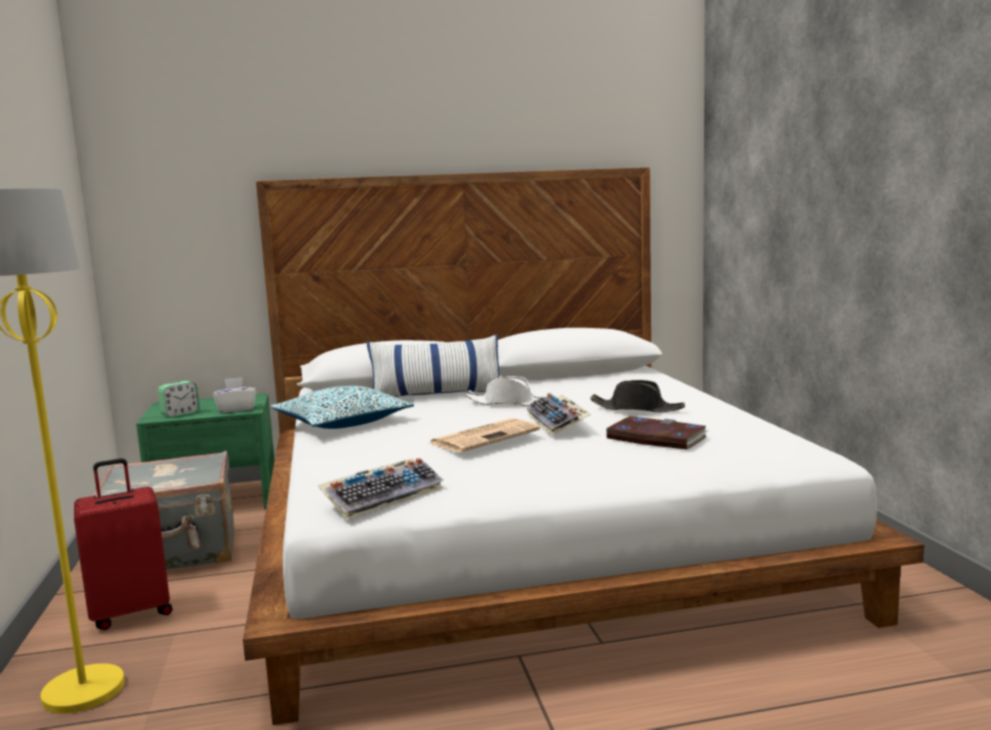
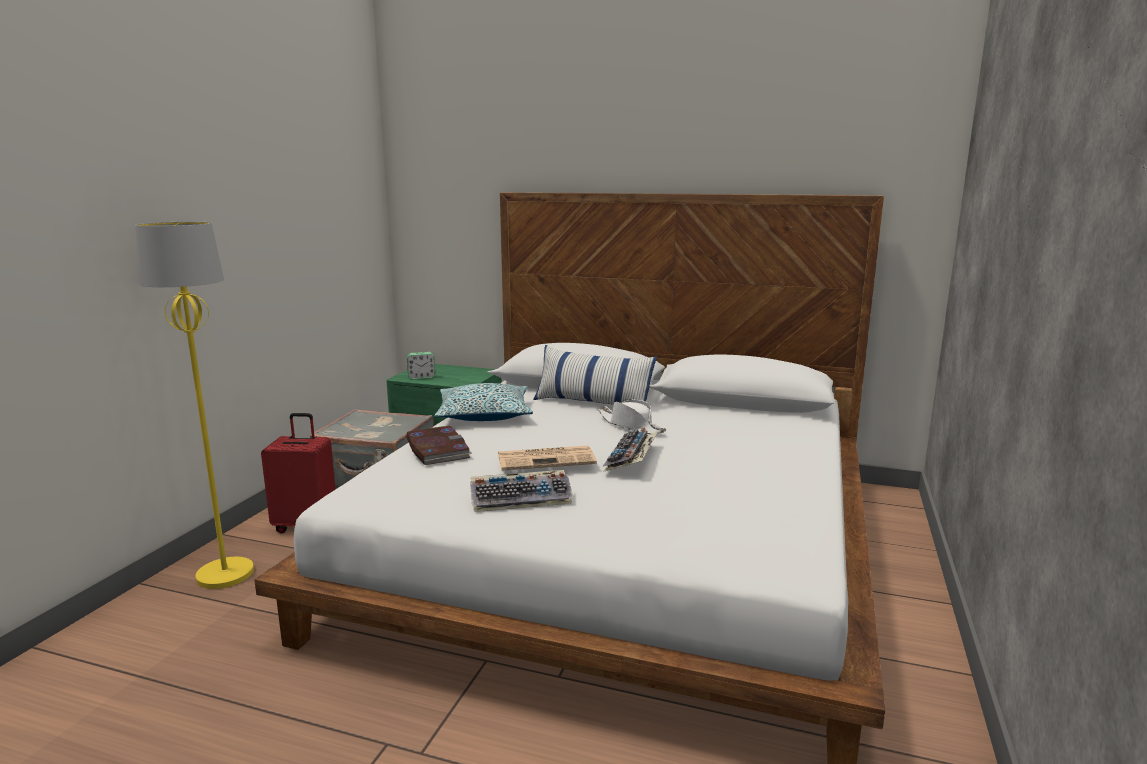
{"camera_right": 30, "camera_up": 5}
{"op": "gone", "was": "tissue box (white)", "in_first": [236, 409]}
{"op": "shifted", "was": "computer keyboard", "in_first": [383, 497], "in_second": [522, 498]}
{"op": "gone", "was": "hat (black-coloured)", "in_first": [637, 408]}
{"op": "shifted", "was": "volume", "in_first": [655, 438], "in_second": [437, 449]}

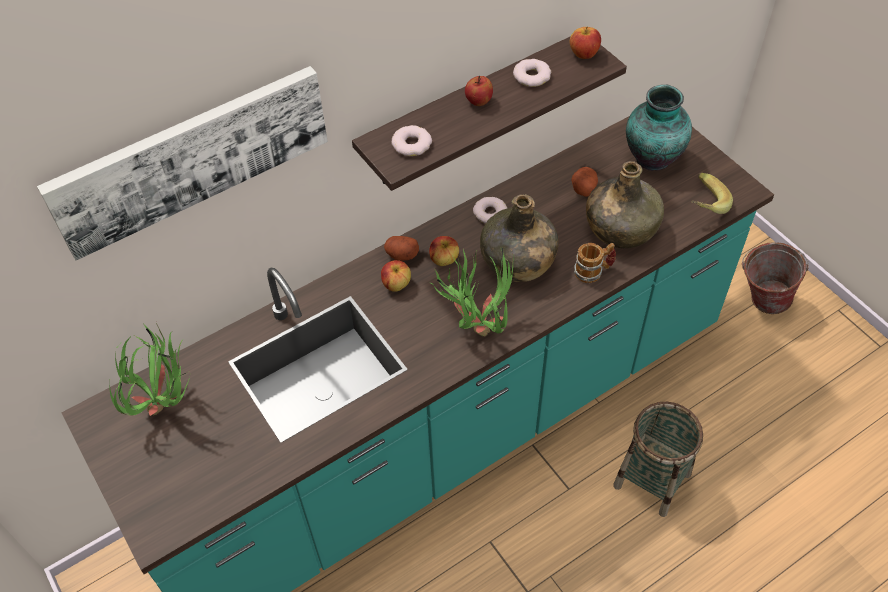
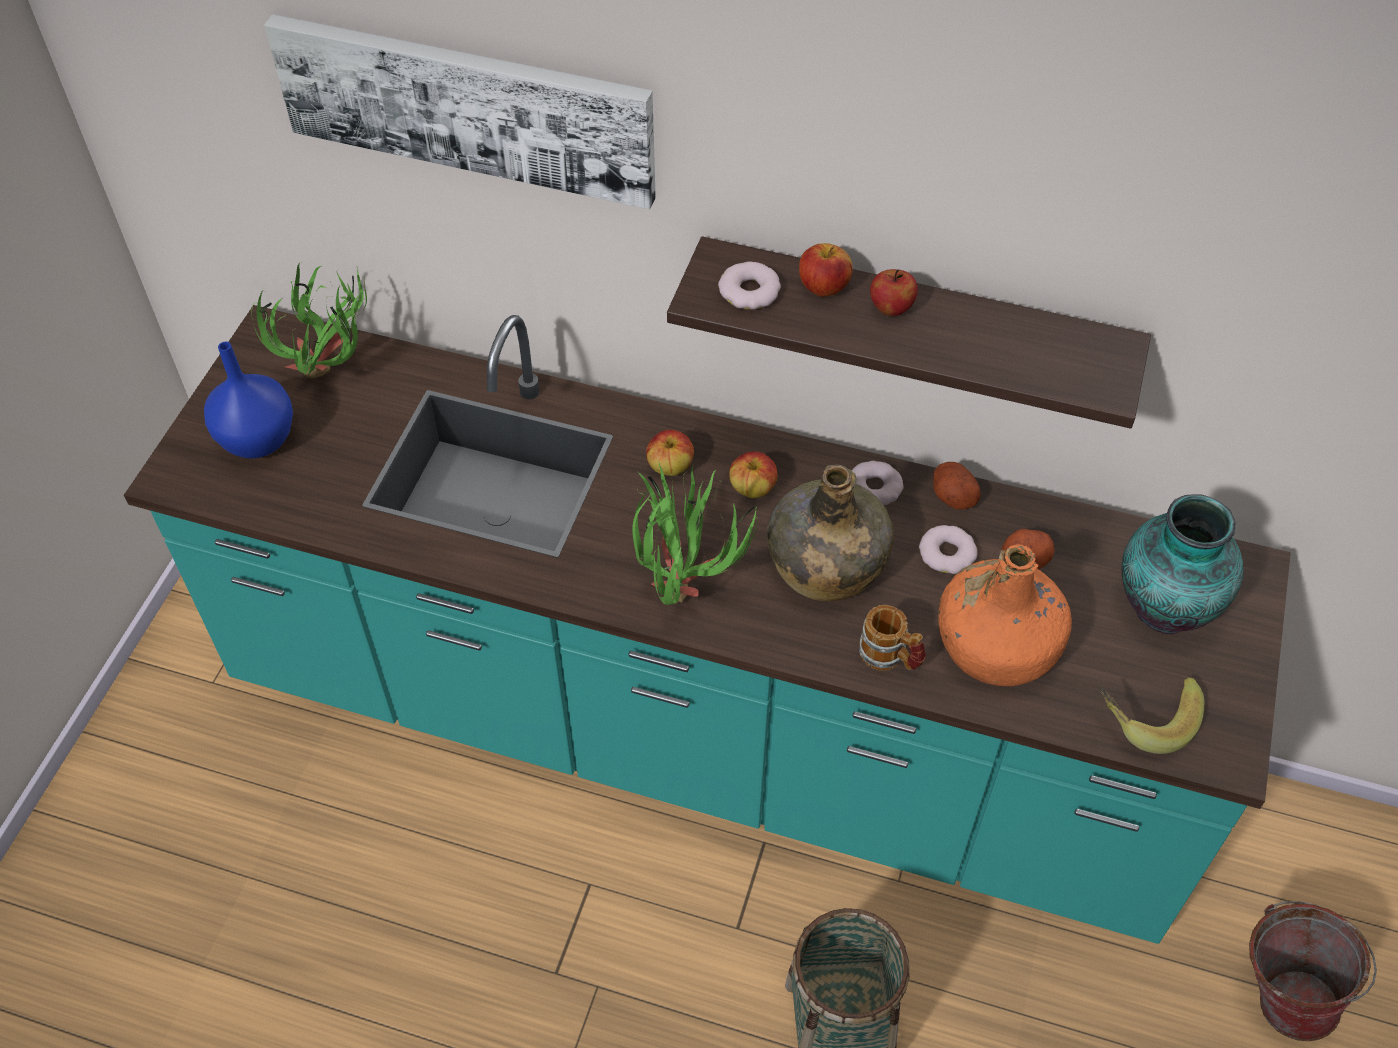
{"camera_right": 50, "camera_up": 0}
{"op": "shifted", "was": "whole potato", "in_first": [401, 254], "in_second": [952, 495]}
{"op": "shifted", "was": "donut", "in_first": [532, 76], "in_second": [947, 553]}
{"op": "shifted", "was": "whole apple", "in_first": [584, 54], "in_second": [823, 287]}
{"op": "repainted", "was": "beverage bottle (green-coloured)", "now": "beverage bottle (orange)", "in_first": [621, 228], "in_second": [997, 644]}
{"op": "new", "now": "decorative vase (blue-coloured)", "in_second": [260, 440]}

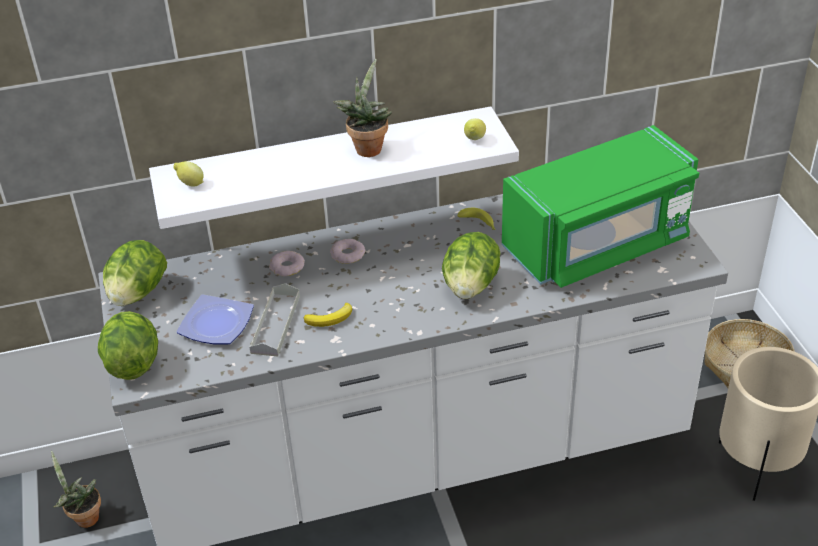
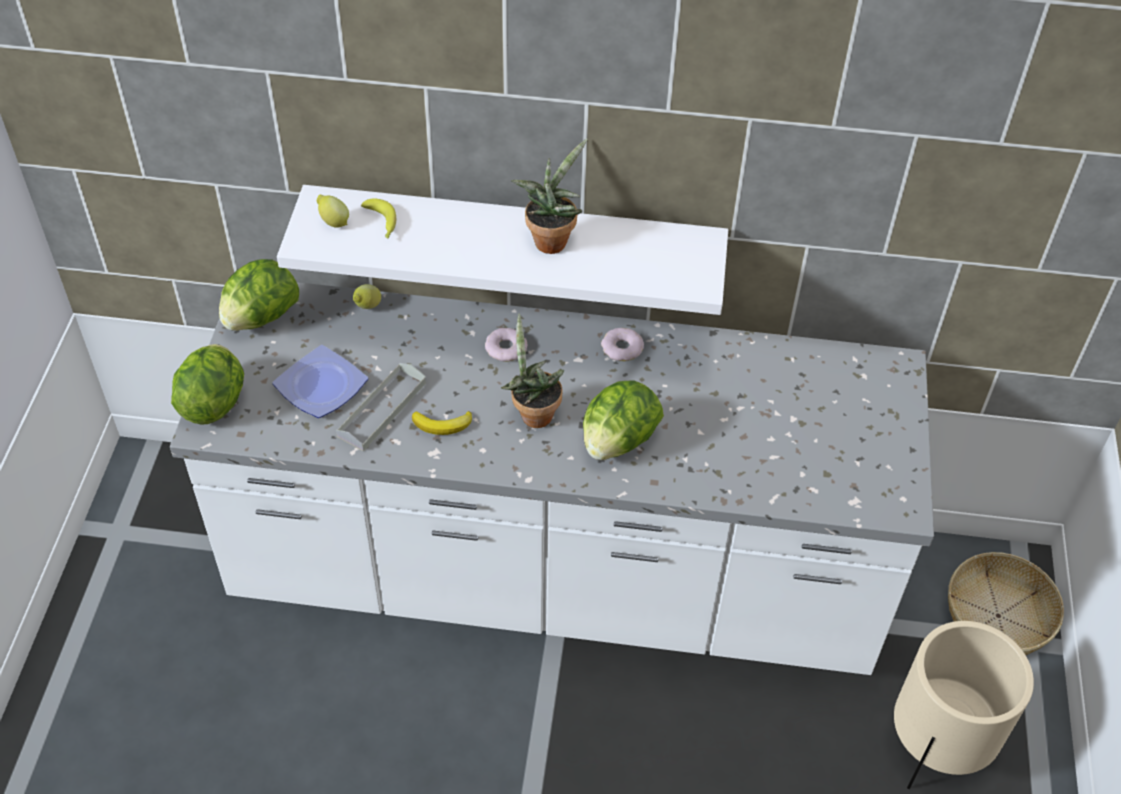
{"camera_right": 20, "camera_up": 10}
{"op": "shifted", "was": "plant in a pot", "in_first": [84, 517], "in_second": [533, 413]}
{"op": "shifted", "was": "donut", "in_first": [287, 267], "in_second": [622, 348]}
{"op": "shifted", "was": "banana fruit", "in_first": [479, 223], "in_second": [381, 223]}
{"op": "shifted", "was": "lemon", "in_first": [474, 140], "in_second": [367, 307]}
{"op": "gone", "was": "microwave (green-coloured)", "in_first": [598, 244]}

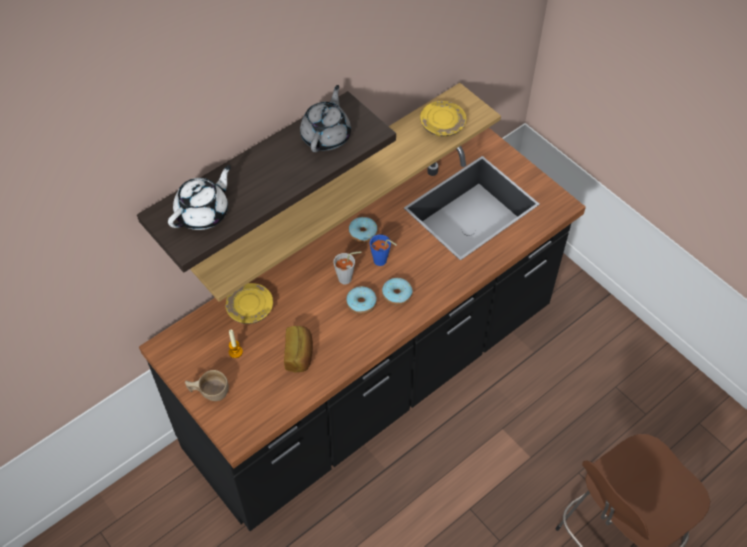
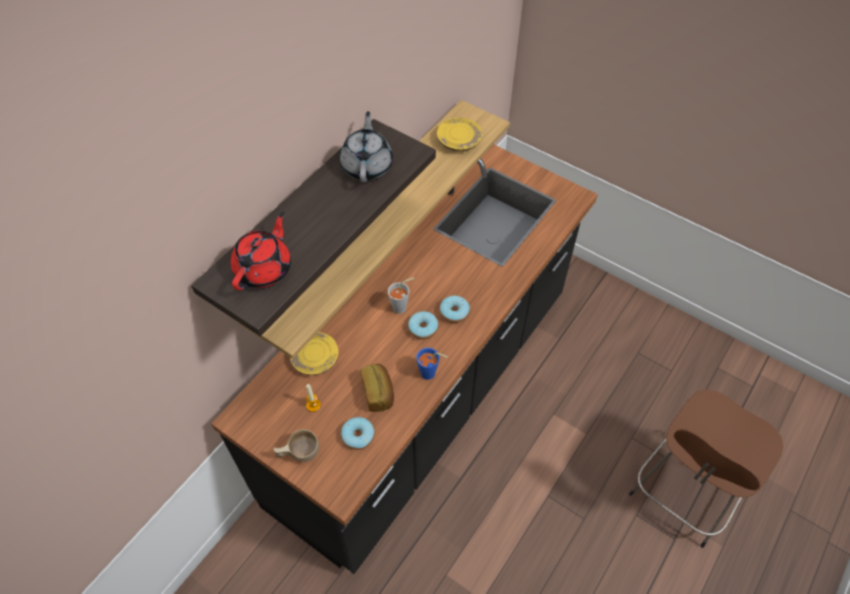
{"camera_right": -15, "camera_up": 0}
{"op": "repainted", "was": "pot for tea (white)", "now": "pot for tea (red)", "in_first": [203, 213], "in_second": [264, 269]}
{"op": "shifted", "was": "donut", "in_first": [363, 233], "in_second": [358, 436]}
{"op": "shifted", "was": "small cup (blue-coloured)", "in_first": [382, 262], "in_second": [431, 374]}

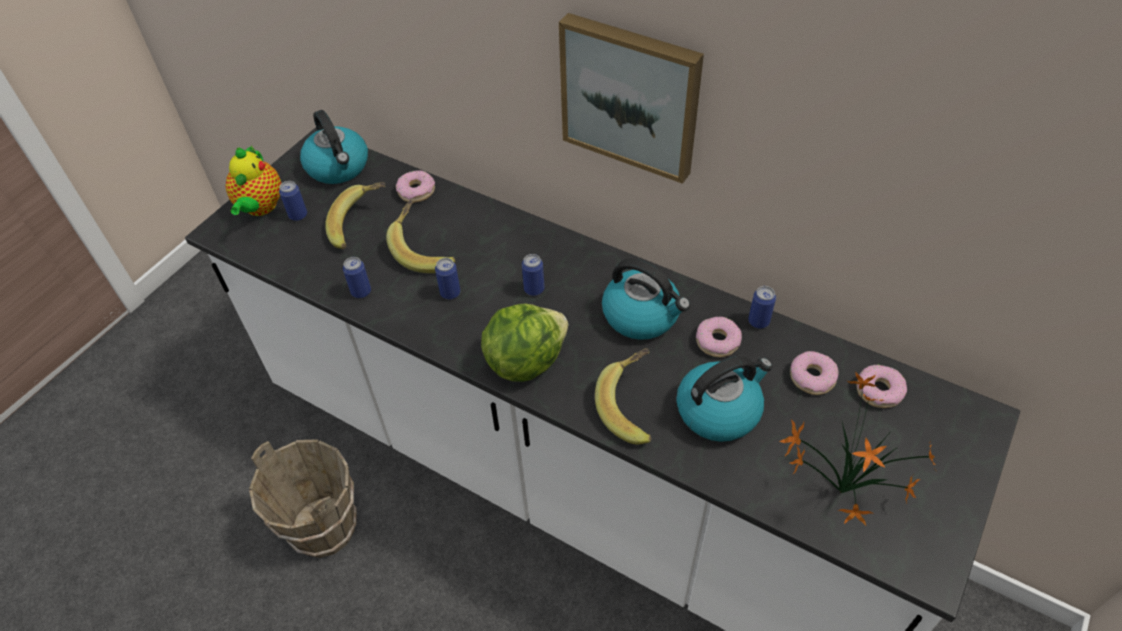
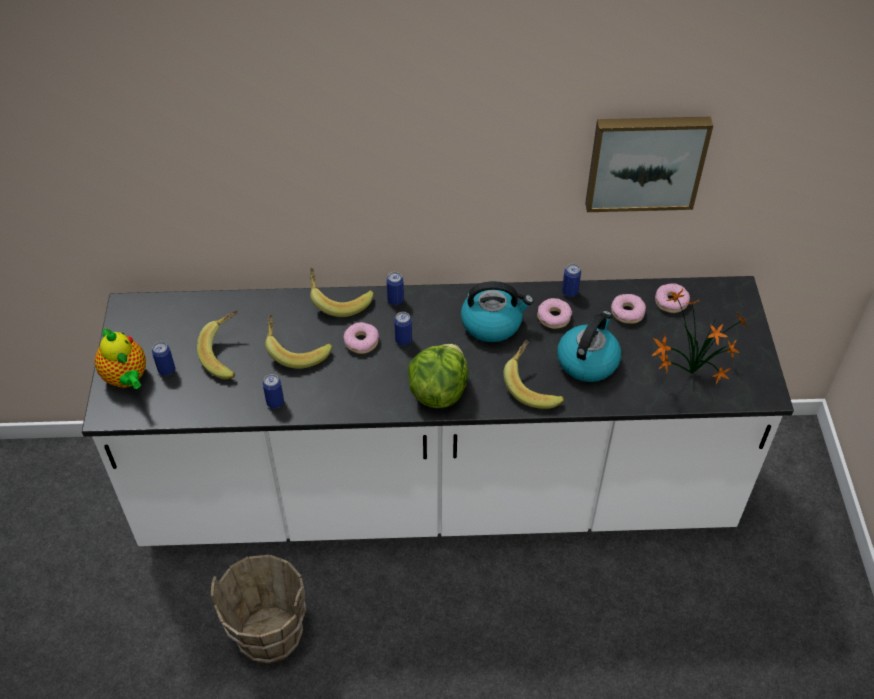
{"camera_right": -35, "camera_up": 0}
{"op": "gone", "was": "tea kettle", "in_first": [338, 167]}
{"op": "shifted", "was": "donut", "in_first": [416, 191], "in_second": [361, 342]}
{"op": "shifted", "was": "sealed can", "in_first": [450, 293], "in_second": [395, 300]}
{"op": "shifted", "was": "wall picture", "in_first": [631, 96], "in_second": [645, 161]}
{"op": "new", "now": "banana fruit", "in_second": [339, 300]}

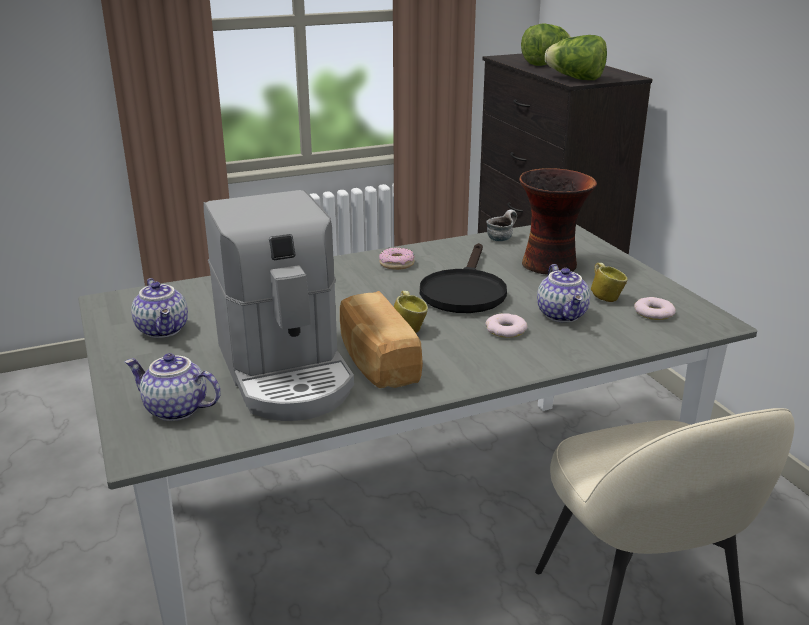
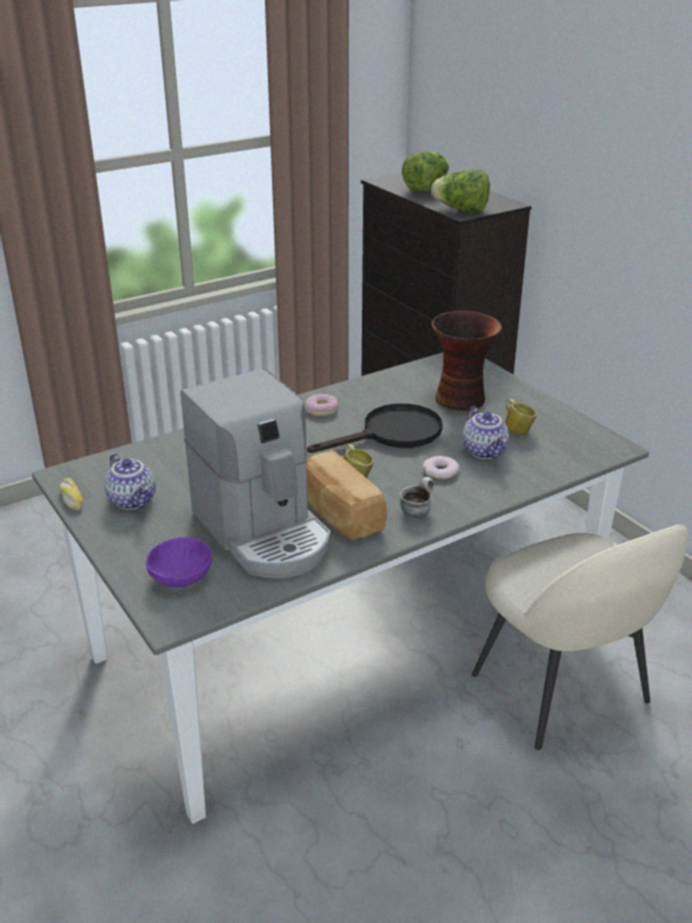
{"camera_right": -10, "camera_up": 5}
{"op": "swapped", "was": "pot for tea", "now": "bowl (purple-coloured)", "in_first": [174, 410], "in_second": [181, 578]}
{"op": "rotated", "was": "frying pan (black-coloured)", "in_first": [464, 291], "in_second": [392, 434], "clockwise": -120}
{"op": "shifted", "was": "mug", "in_first": [501, 238], "in_second": [417, 511]}
{"op": "gone", "was": "donut", "in_first": [653, 313]}
{"op": "new", "now": "bakery bread", "in_second": [71, 498]}

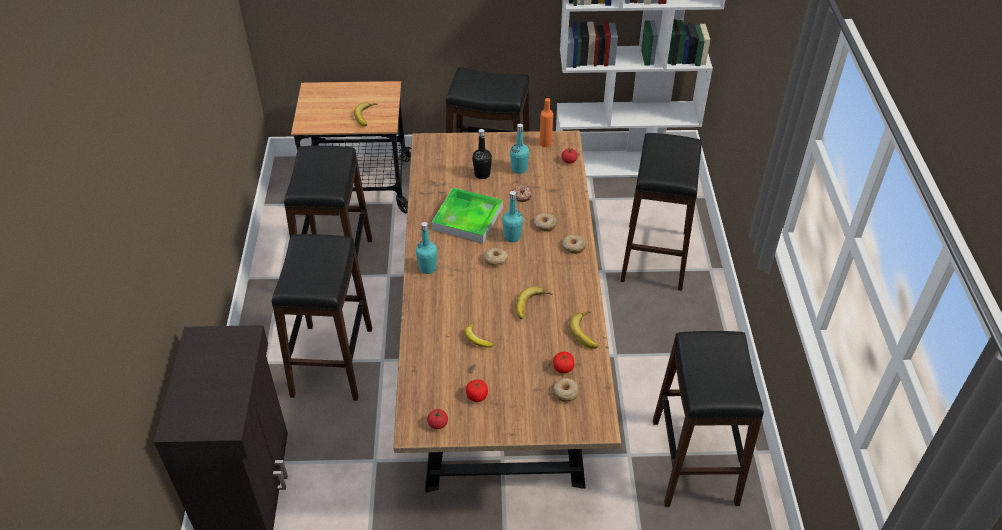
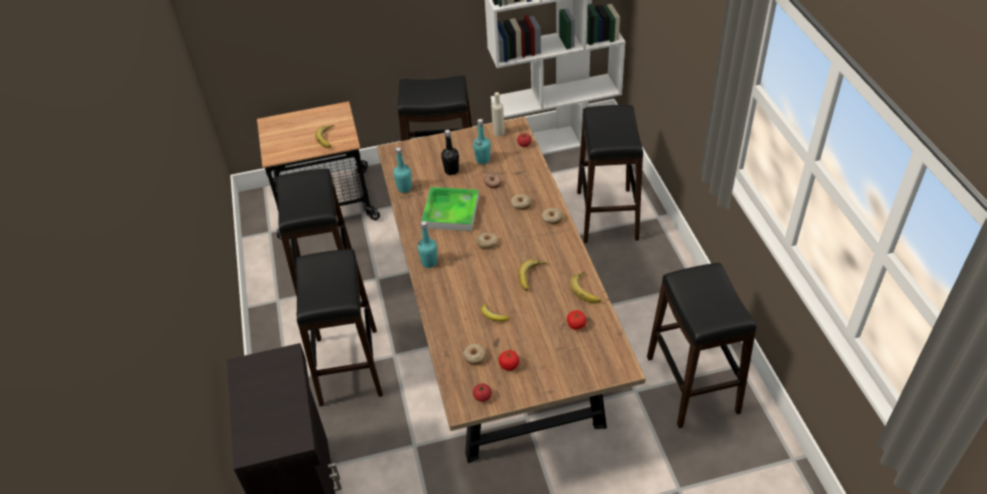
{"camera_right": -10, "camera_up": 0}
{"op": "shifted", "was": "beverage bottle (blue-green)", "in_first": [512, 237], "in_second": [404, 188]}
{"op": "repainted", "was": "beverage bottle (orange)", "now": "beverage bottle (sand-coloured)", "in_first": [545, 143], "in_second": [499, 133]}
{"op": "shifted", "was": "donut", "in_first": [566, 392], "in_second": [475, 357]}

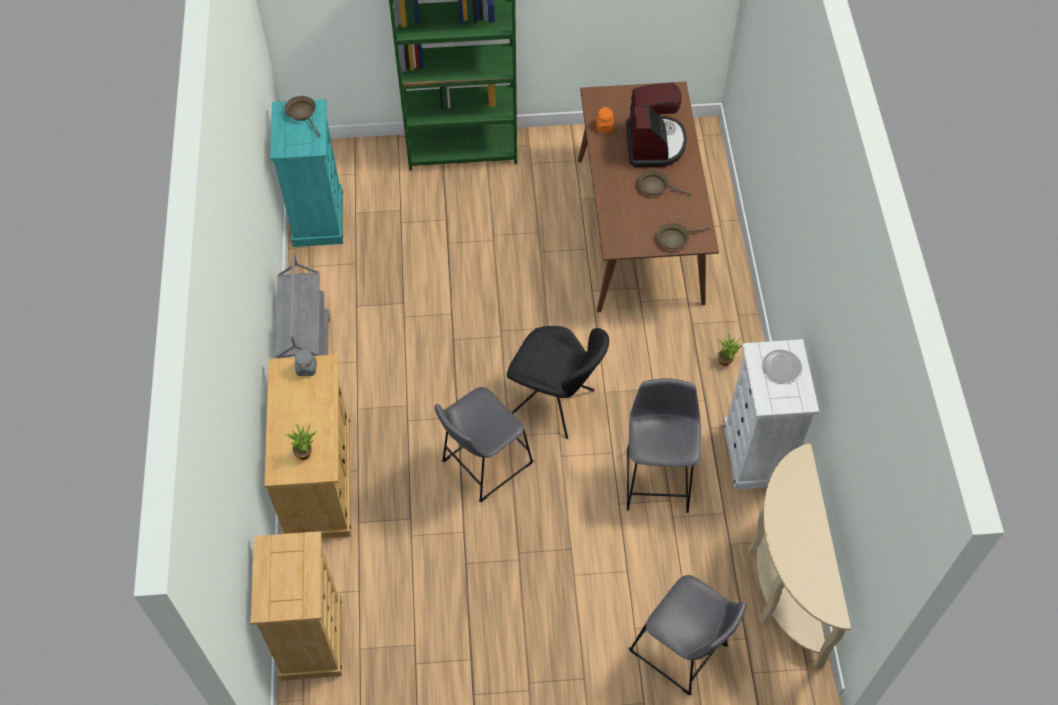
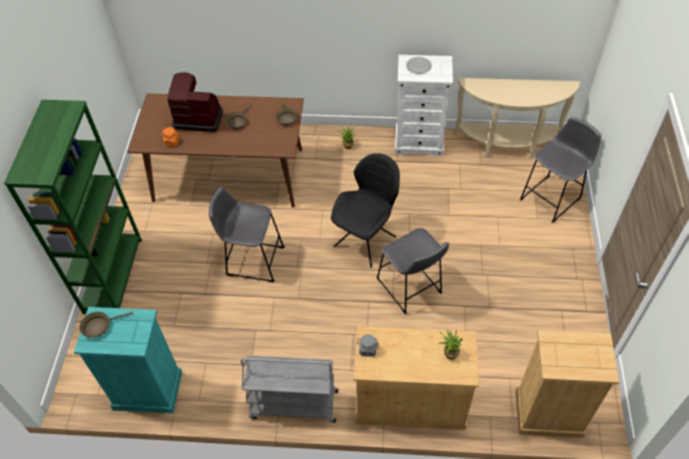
{"camera_right": -80, "camera_up": -5}
{"op": "shifted", "was": "stool seat (greyish)", "in_first": [657, 476], "in_second": [252, 260]}

